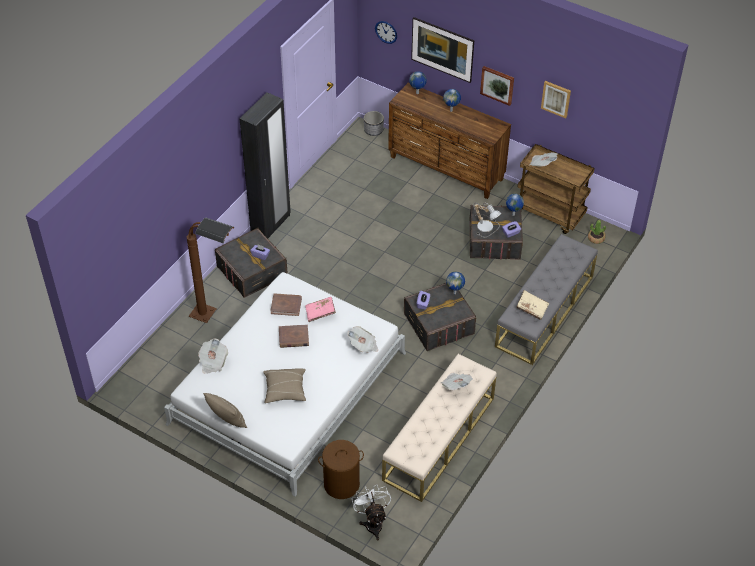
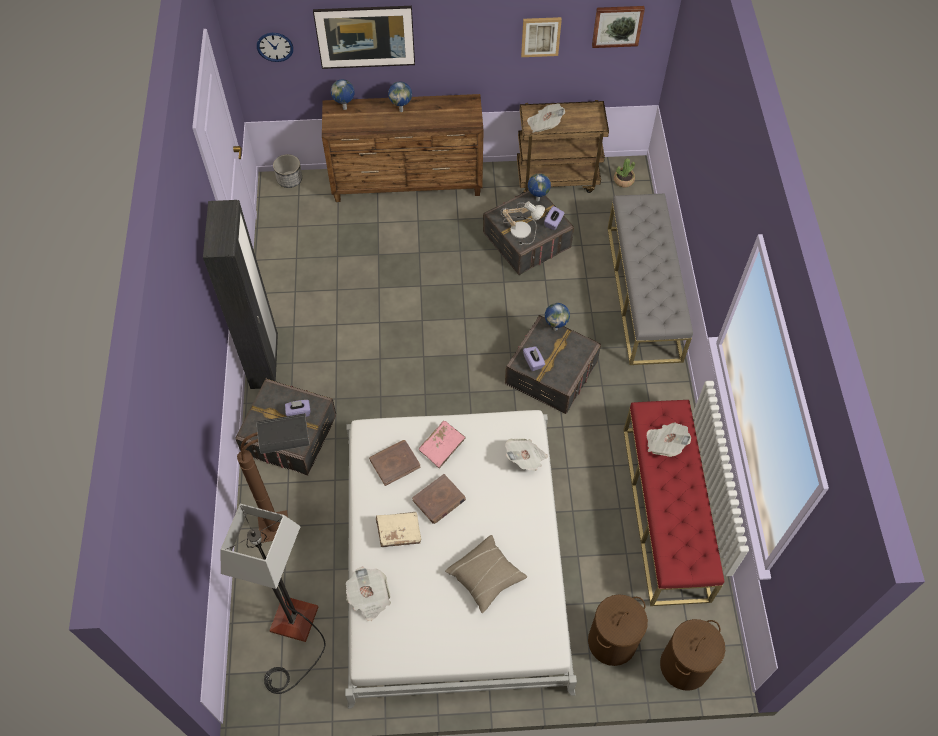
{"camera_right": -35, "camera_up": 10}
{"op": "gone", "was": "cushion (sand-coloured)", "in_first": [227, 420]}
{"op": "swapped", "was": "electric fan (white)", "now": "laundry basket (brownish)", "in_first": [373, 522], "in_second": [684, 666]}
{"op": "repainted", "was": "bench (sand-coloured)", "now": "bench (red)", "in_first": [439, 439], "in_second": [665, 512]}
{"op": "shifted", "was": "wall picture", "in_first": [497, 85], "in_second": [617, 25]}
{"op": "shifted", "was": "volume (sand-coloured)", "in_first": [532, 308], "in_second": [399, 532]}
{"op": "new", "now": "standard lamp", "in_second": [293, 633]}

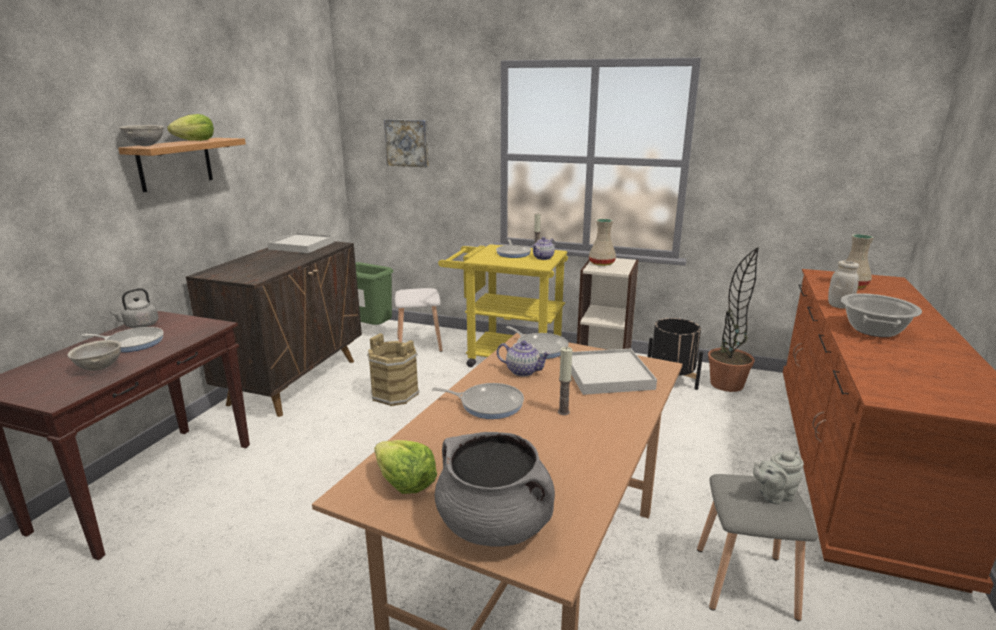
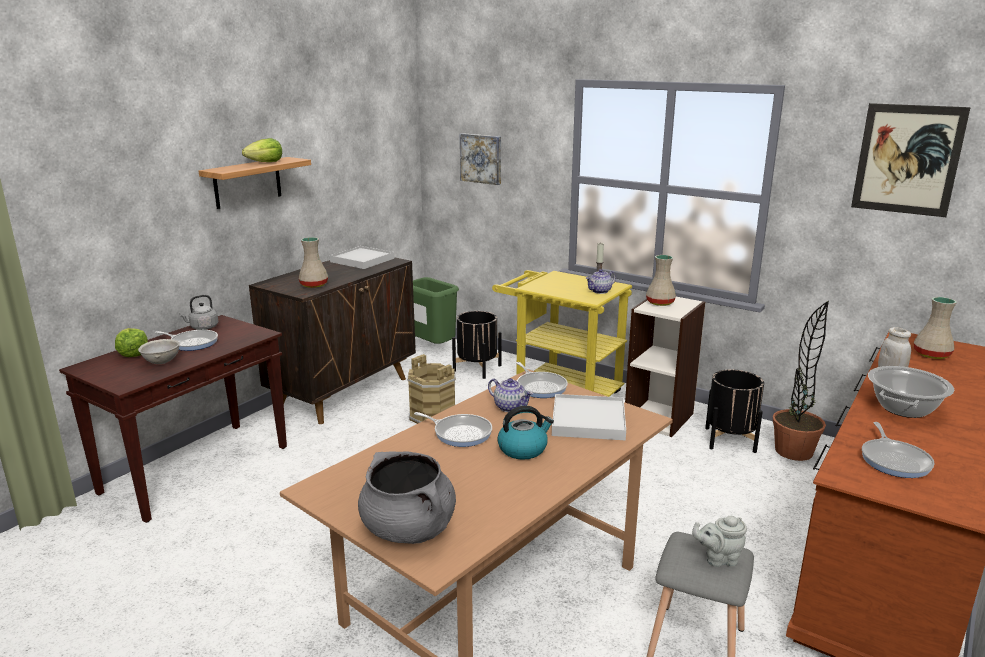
{"camera_right": 15, "camera_up": 0}
{"op": "gone", "was": "bowl (greyish)", "in_first": [146, 146]}
{"op": "shifted", "was": "lettuce", "in_first": [405, 482], "in_second": [133, 353]}
{"op": "swapped", "was": "stool seat (white)", "now": "plant pot (black-coloured)", "in_first": [420, 344], "in_second": [477, 368]}
{"op": "shifted", "was": "frying pan", "in_first": [513, 253], "in_second": [894, 460]}
{"op": "swapped", "was": "wax light", "now": "tea kettle", "in_first": [563, 412], "in_second": [523, 449]}
{"op": "new", "now": "decorative vase (sand-coloured)", "in_second": [314, 285]}
{"op": "new", "now": "wall picture", "in_second": [907, 159]}

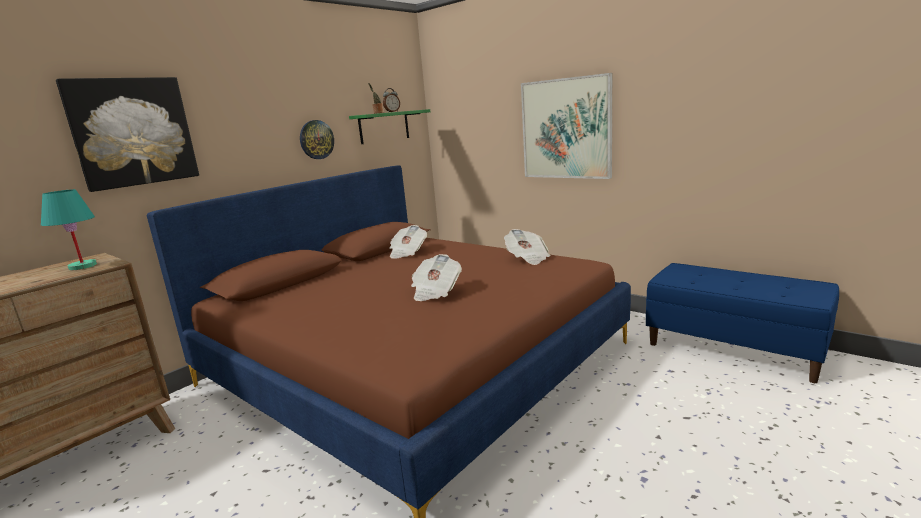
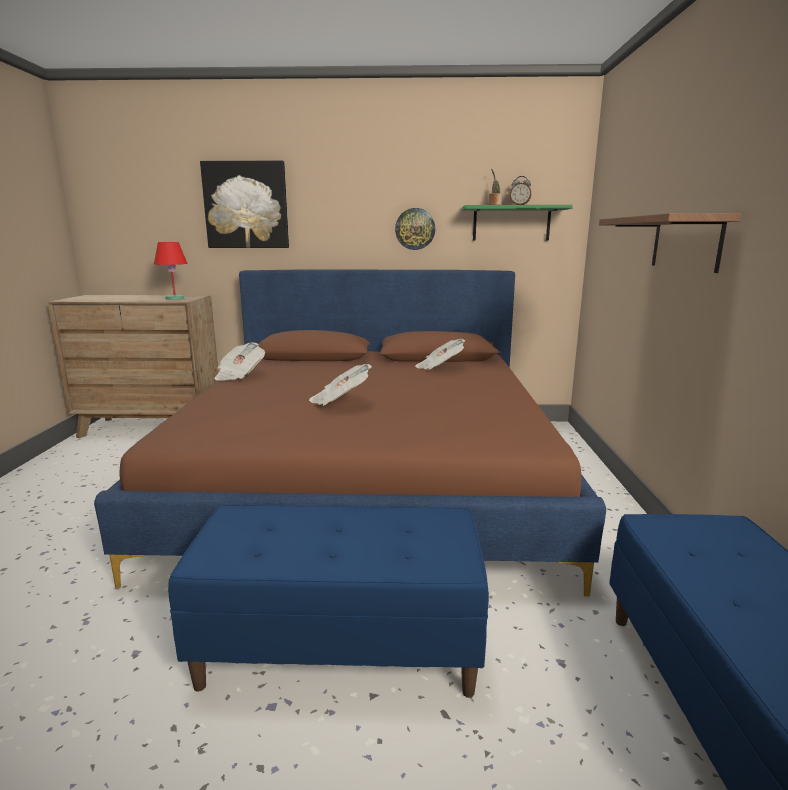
{"camera_right": 50, "camera_up": 0}
{"op": "repainted", "was": "tabletop lamp (blue-green)", "now": "tabletop lamp (red)", "in_first": [82, 266], "in_second": [174, 298]}
{"op": "shifted", "was": "printed paper", "in_first": [527, 258], "in_second": [239, 375]}
{"op": "swapped", "was": "wall picture", "now": "bracket shelf", "in_first": [566, 129], "in_second": [685, 243]}
{"op": "new", "now": "bench (blue-coloured)", "in_second": [341, 647]}

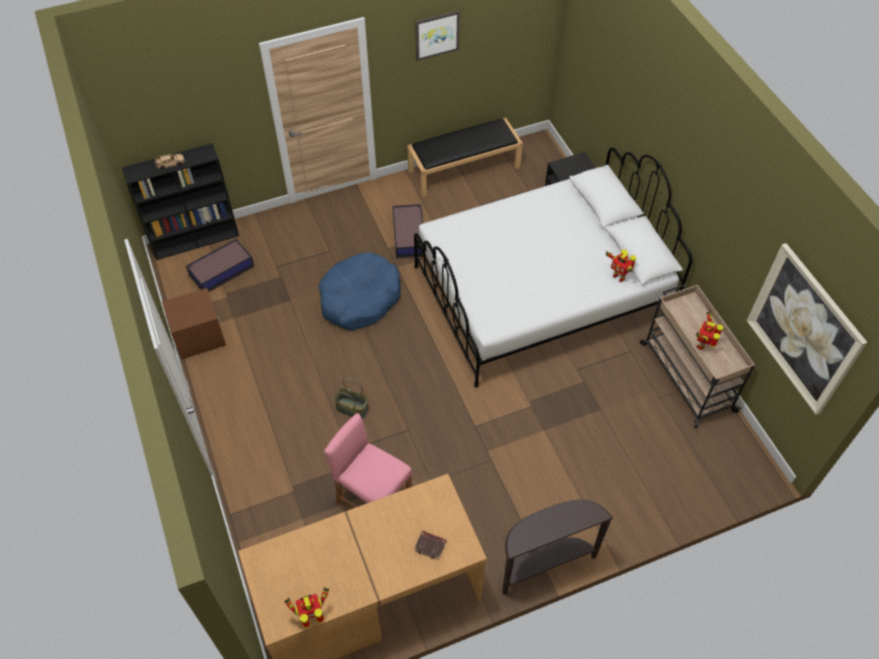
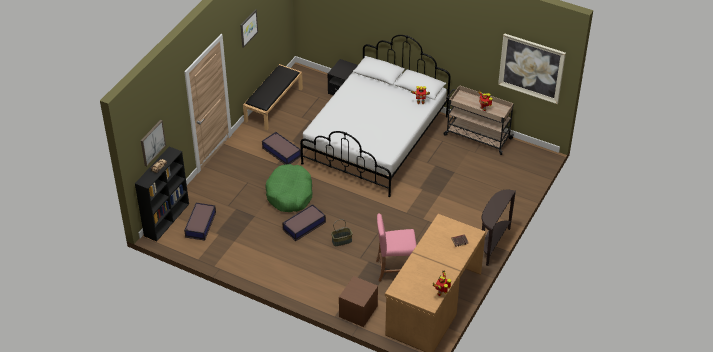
{"camera_right": -40, "camera_up": -10}
{"op": "shifted", "was": "bedside table (brownish)", "in_first": [199, 337], "in_second": [358, 311]}
{"op": "repainted", "was": "dog cushion (blue-coloured)", "now": "dog cushion (green-coloured)", "in_first": [360, 298], "in_second": [290, 194]}
{"op": "new", "now": "wall picture", "in_second": [152, 142]}
{"op": "new", "now": "storage bin", "in_second": [303, 226]}

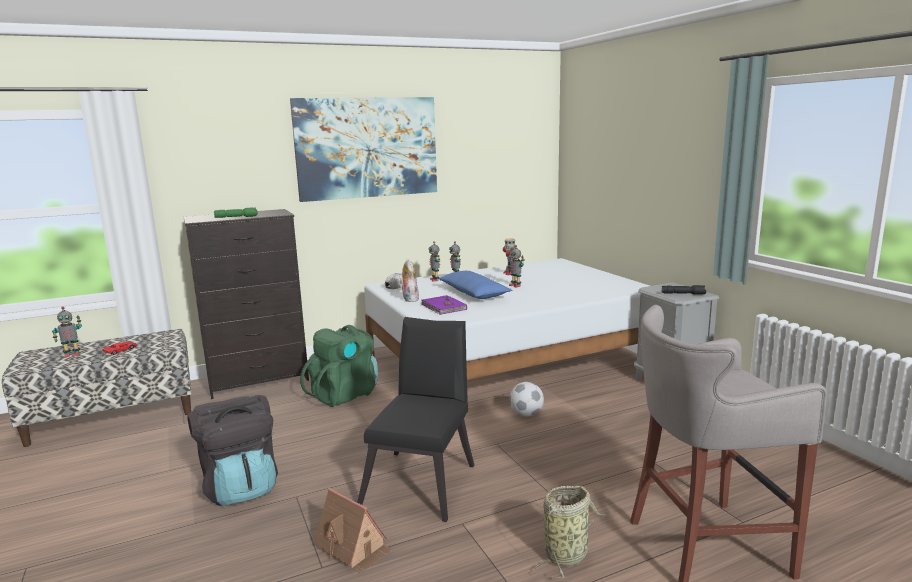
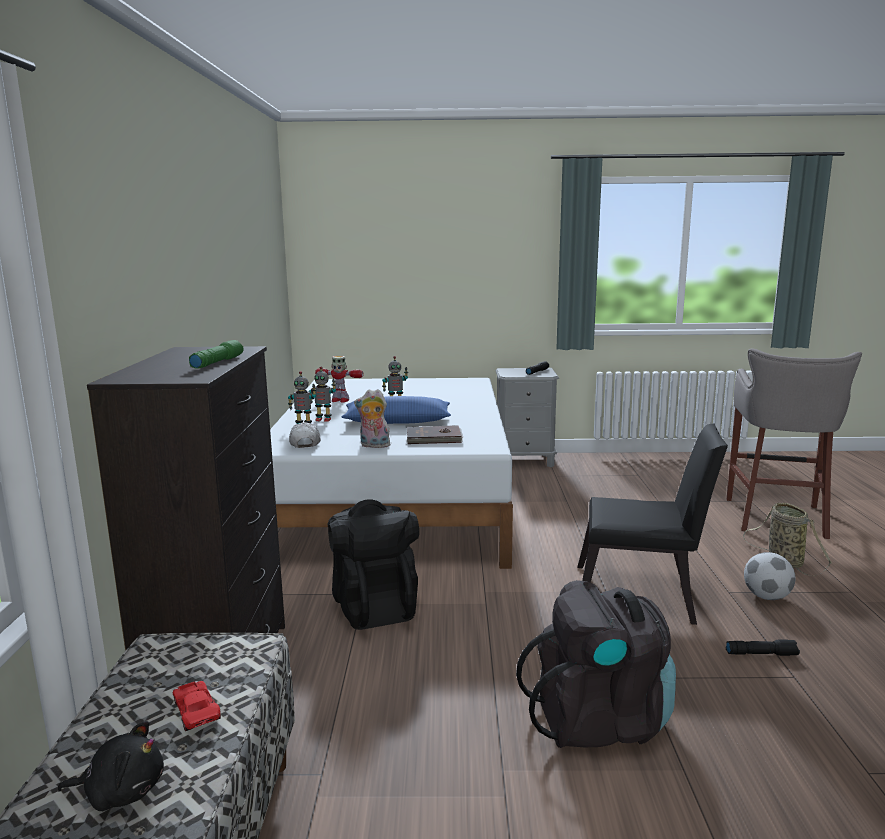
{"camera_right": -65, "camera_up": 0}
{"op": "swapped", "was": "robot figure", "now": "plush toy (black-coloured)", "in_first": [72, 354], "in_second": [121, 791]}
{"op": "gone", "was": "wall picture", "in_first": [367, 148]}
{"op": "repainted", "was": "rucksack (green-coloured)", "now": "rucksack (black-coloured)", "in_first": [345, 394], "in_second": [374, 606]}
{"op": "swapped", "was": "toy house", "now": "flashlight (black-coloured)", "in_first": [353, 548], "in_second": [761, 653]}
{"op": "rotated", "was": "upright chair (black-coloured)", "in_first": [423, 480], "in_second": [642, 595], "clockwise": 150}
{"op": "repainted", "was": "volume (purple-coloured)", "now": "volume (brownish)", "in_first": [443, 307], "in_second": [434, 438]}
{"op": "shifted", "was": "football", "in_first": [526, 414], "in_second": [766, 597]}

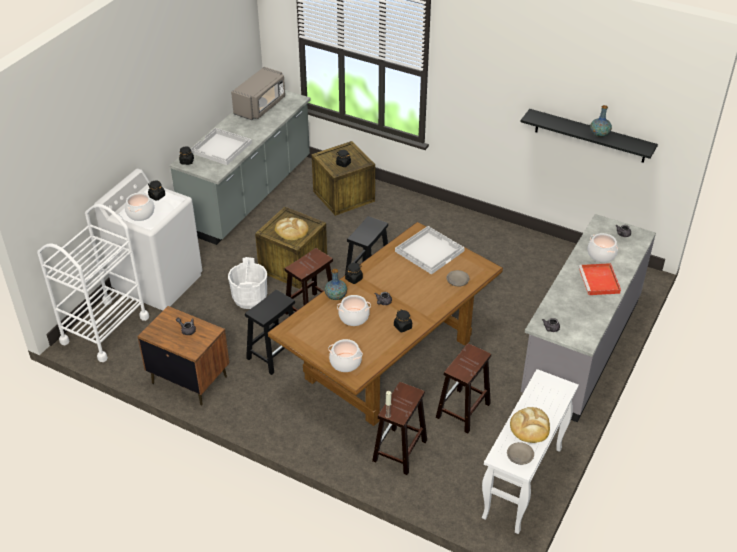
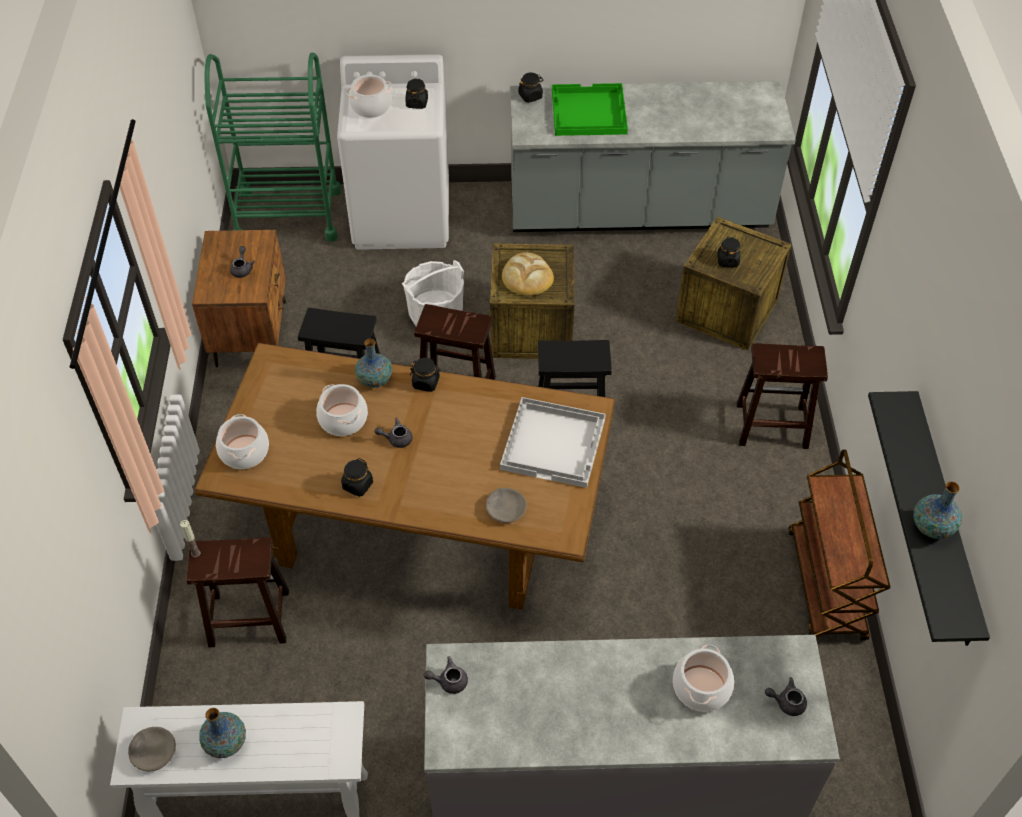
{"camera_right": 60, "camera_up": 10}
{"op": "repainted", "was": "trolley (white)", "now": "trolley (green-coloured)", "in_first": [105, 329], "in_second": [288, 215]}
{"op": "repainted", "was": "carrying tray (white)", "now": "carrying tray (green-coloured)", "in_first": [221, 148], "in_second": [588, 112]}
{"op": "gone", "was": "microwave (greyish)", "in_first": [260, 106]}
{"op": "shifted", "was": "stool seat (brownish)", "in_first": [463, 411], "in_second": [770, 426]}
{"op": "swapped", "was": "bakery bread", "now": "decorative vase", "in_first": [530, 427], "in_second": [226, 742]}
{"op": "gone", "was": "carrying tray (red)", "in_first": [599, 281]}
{"op": "new", "now": "trolley (brownish)", "in_second": [826, 586]}

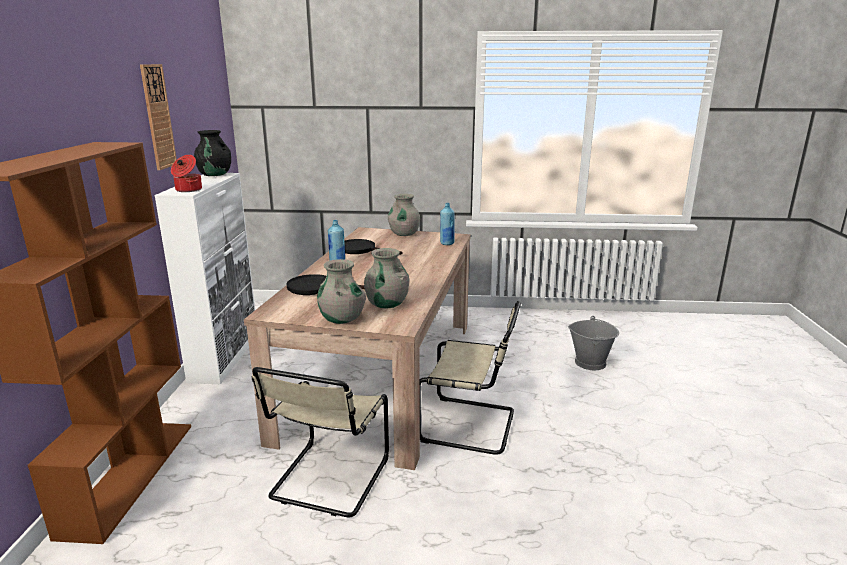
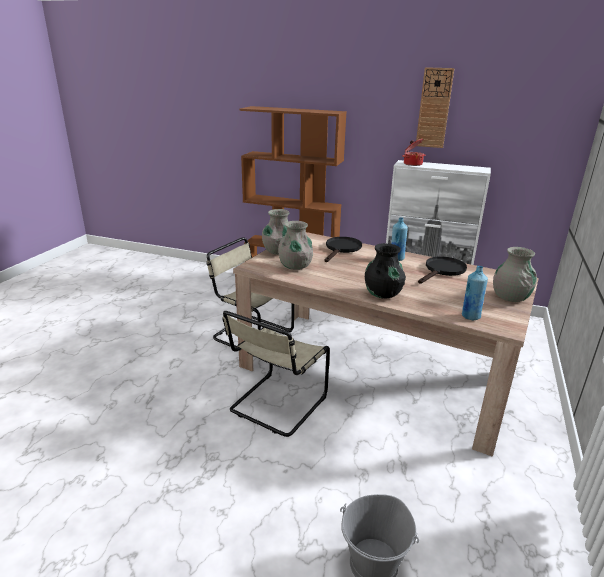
{"camera_right": 105, "camera_up": 5}
{"op": "shifted", "was": "decorative vase (black-coloured)", "in_first": [215, 175], "in_second": [382, 294]}

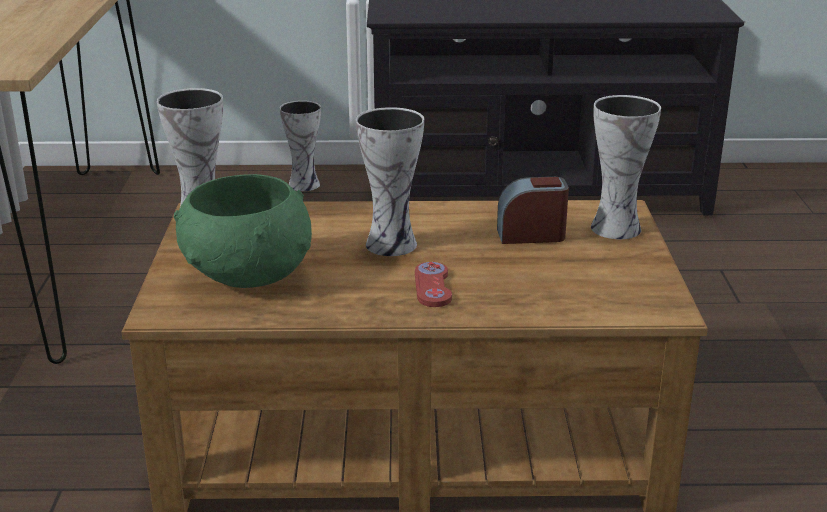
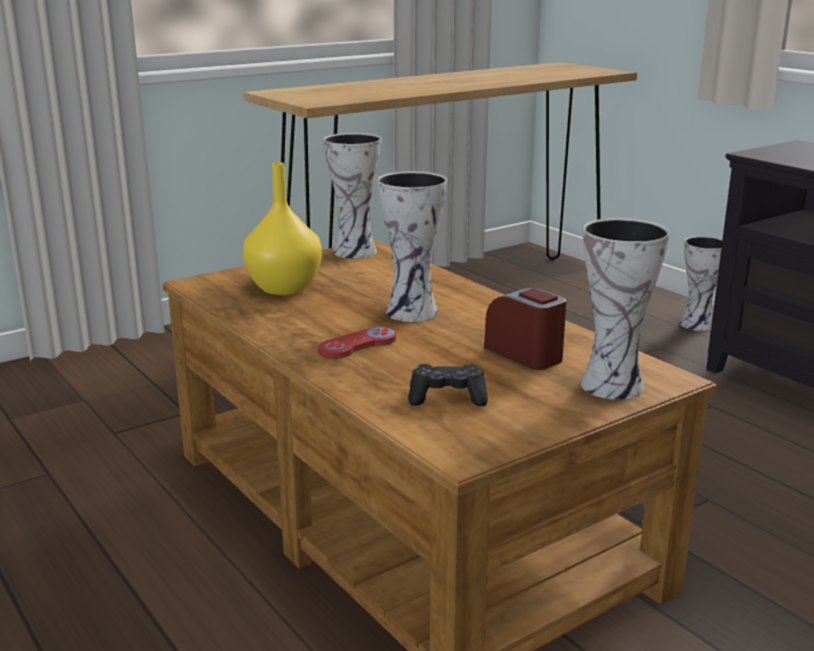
{"camera_right": 55, "camera_up": -5}
{"op": "swapped", "was": "bowl (green-coloured)", "now": "decorative vase (yellow)", "in_first": [247, 276], "in_second": [285, 287]}
{"op": "new", "now": "gamepad (black-coloured)", "in_second": [447, 397]}

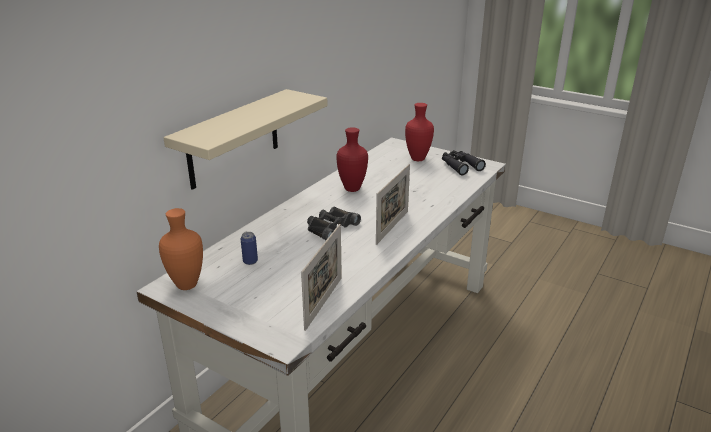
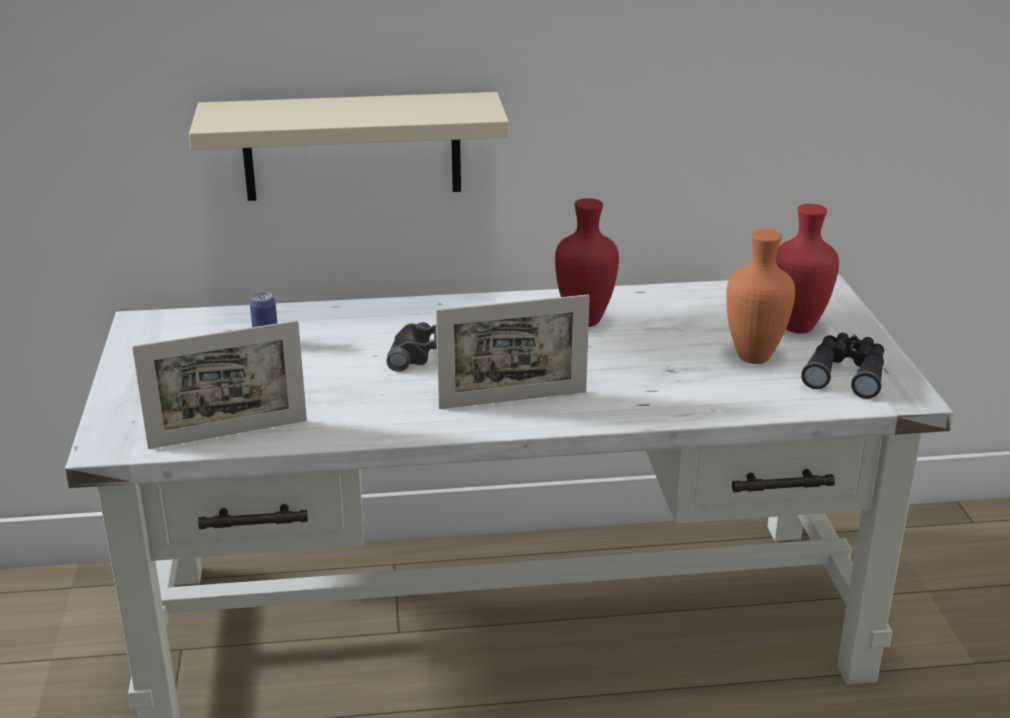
{"camera_right": 50, "camera_up": 0}
{"op": "shifted", "was": "decorative vase (orange)", "in_first": [188, 284], "in_second": [756, 358]}

